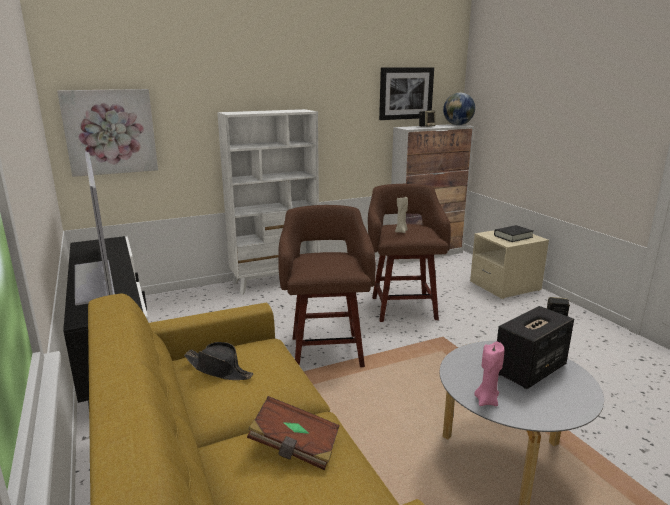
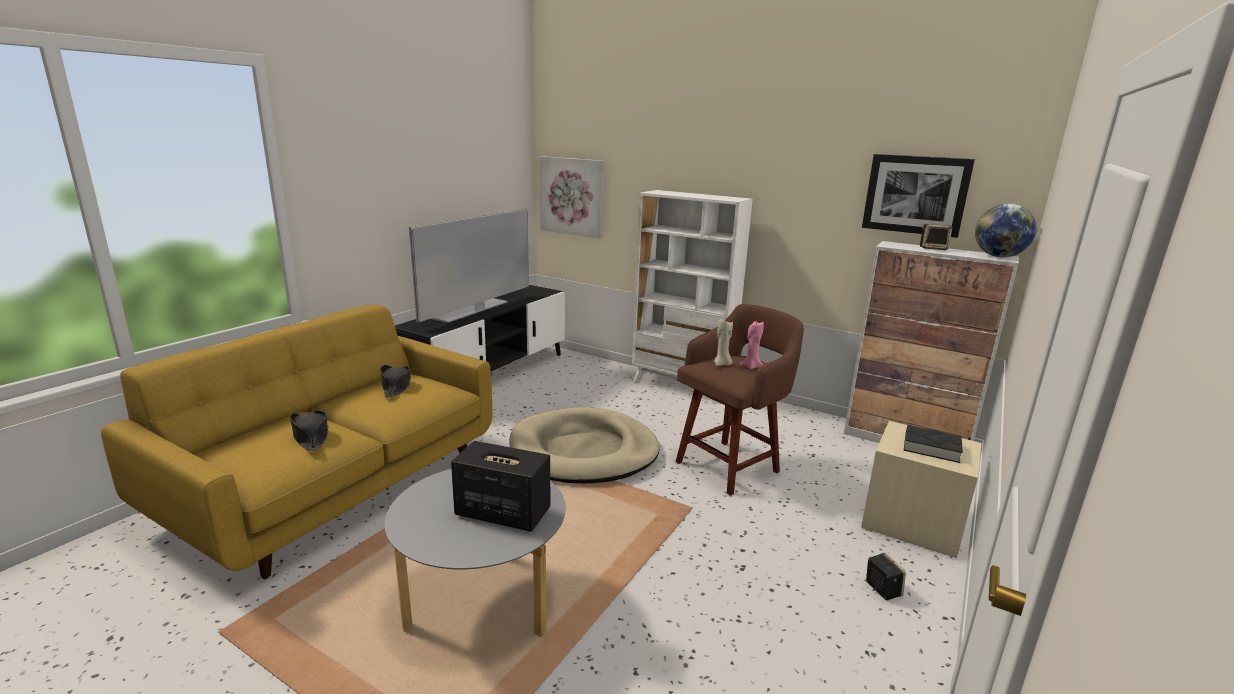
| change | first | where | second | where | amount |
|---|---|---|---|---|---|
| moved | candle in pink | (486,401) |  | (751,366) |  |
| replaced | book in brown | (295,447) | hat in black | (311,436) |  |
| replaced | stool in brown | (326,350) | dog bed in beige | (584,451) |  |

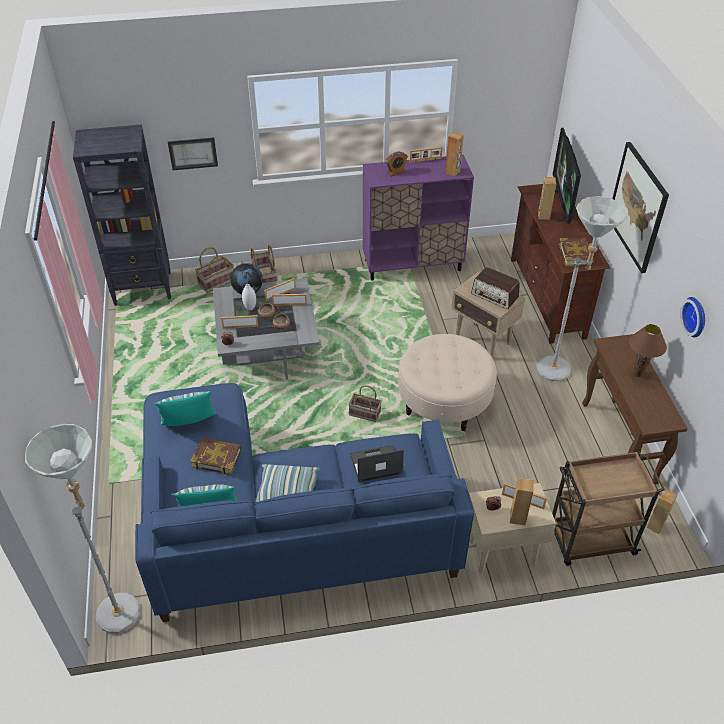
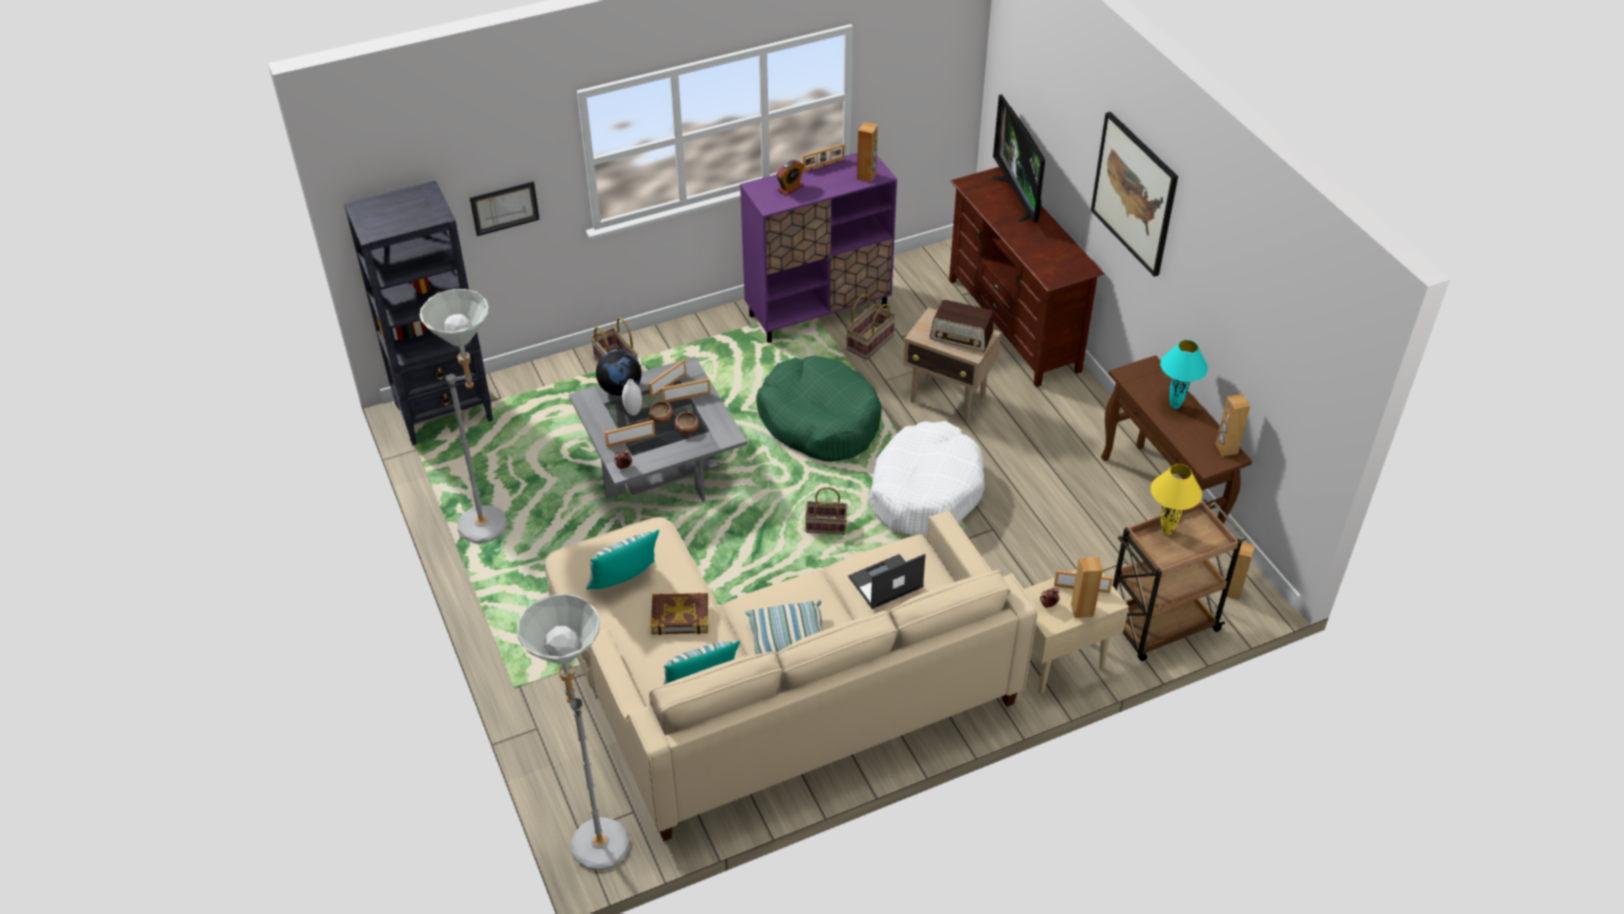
| change | first | where | second | where | amount |
|---|---|---|---|---|---|
| removed | book | (575,255) |  |  |  |
| removed | wall clock | (696,316) |  |  |  |
| added |  |  | dog bed in green | (819,421) |  |
| added |  |  | table lamp in yellow | (1167,532) |  |
| moved | basket | (216,282) |  | (869,342) |  |
| moved | floor lamp in grey | (561,369) |  | (493,523) |  |
| moved | speaker in brown | (543,216) |  | (1226,448) |  |
| replaced | ottoman in beige | (444,402) | dog bed in white | (925,491) |  |
| recoloured | sofa in blue | (282,524) | sofa in beige | (770,689) |  |
| recoloured | table lamp in brown | (638,374) | table lamp in turquoise | (1175,406) |  |

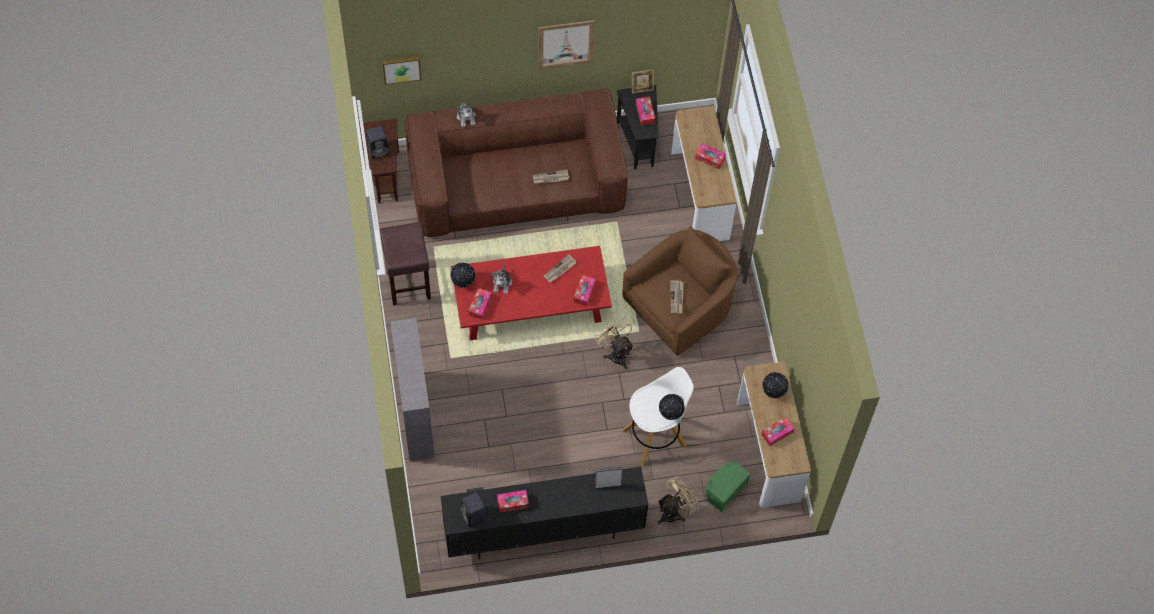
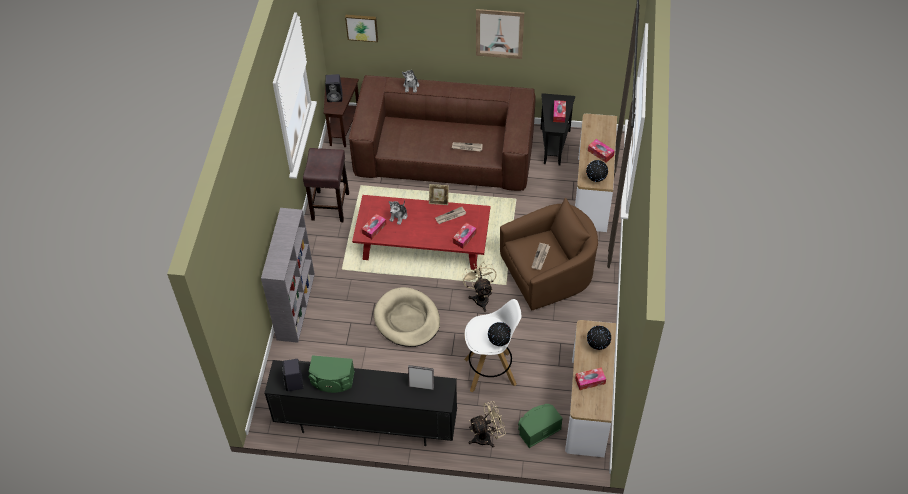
| change | first | where | second | where | amount |
|---|---|---|---|---|---|
| added |  |  | dog bed in beige | (407,319) |  |
| moved | globe | (463,282) |  | (596,180) |  |
| moved | picture frame | (642,88) |  | (439,201) |  |
| replaced | tissue box | (513,503) | speaker in green | (332,380) |  |

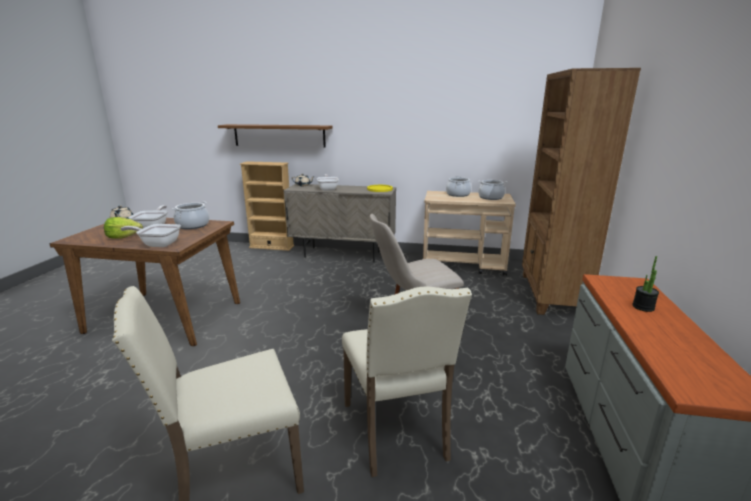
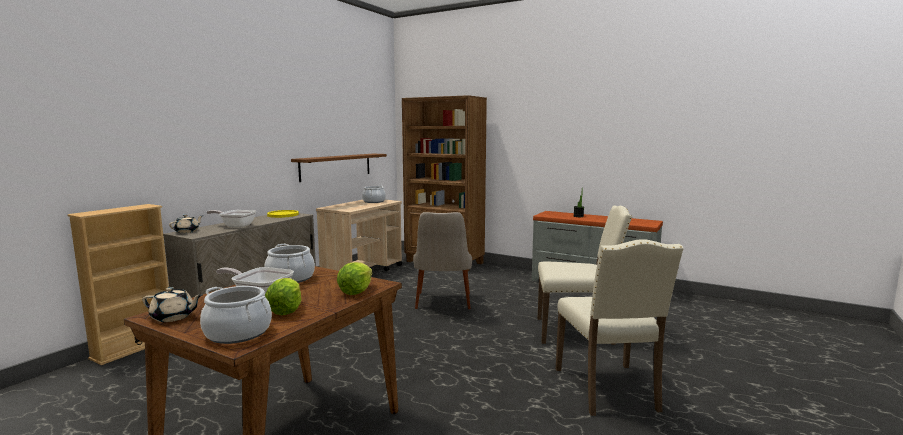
| change | first | where | second | where | amount |
|---|---|---|---|---|---|
| moved | shelf in brown | (279,135) |  | (336,166) |  |
| moved | cooking pot | (458,194) |  | (238,333) |  |
| replaced | frying pan | (158,244) | lettuce | (356,291) |  |

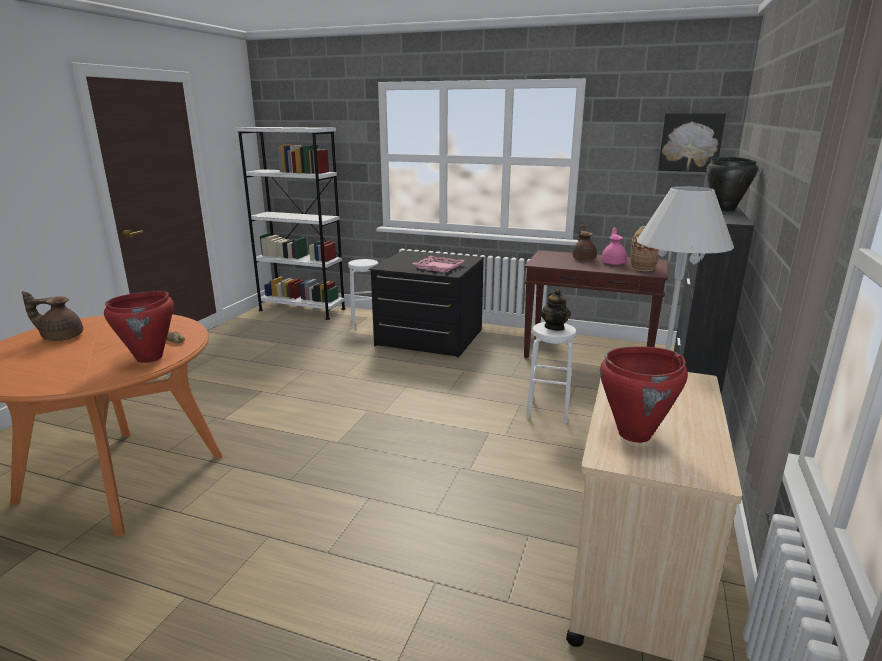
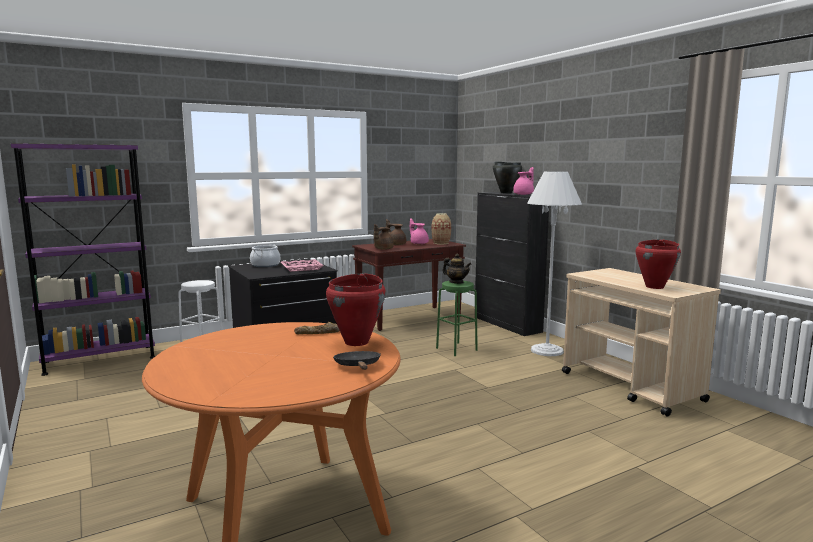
| change | first | where | second | where | amount |
|---|---|---|---|---|---|
| removed | picture | (690,142) |  |  |  |
| added |  |  | cooking pot | (265,265) |  |
| added |  |  | frying pan in black | (358,366) |  |
| added |  |  | teapot in pink | (524,194) |  |
| moved | teapot in brown | (61,337) |  | (382,249) |  |
| recoloured | bookcase in white | (302,309) | bookcase in purple | (100,359) |  |
| recoloured | stool in white | (548,411) | stool in green | (456,349) |  |

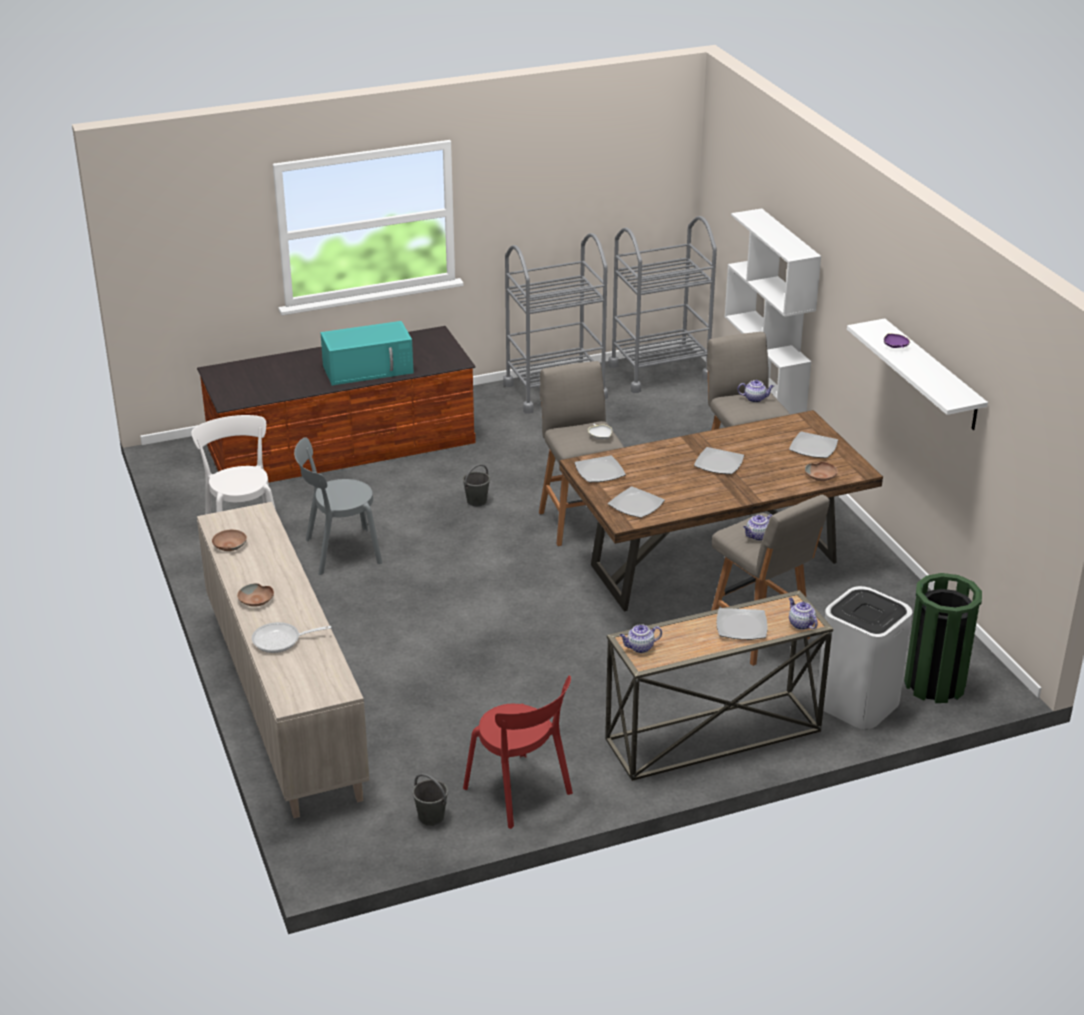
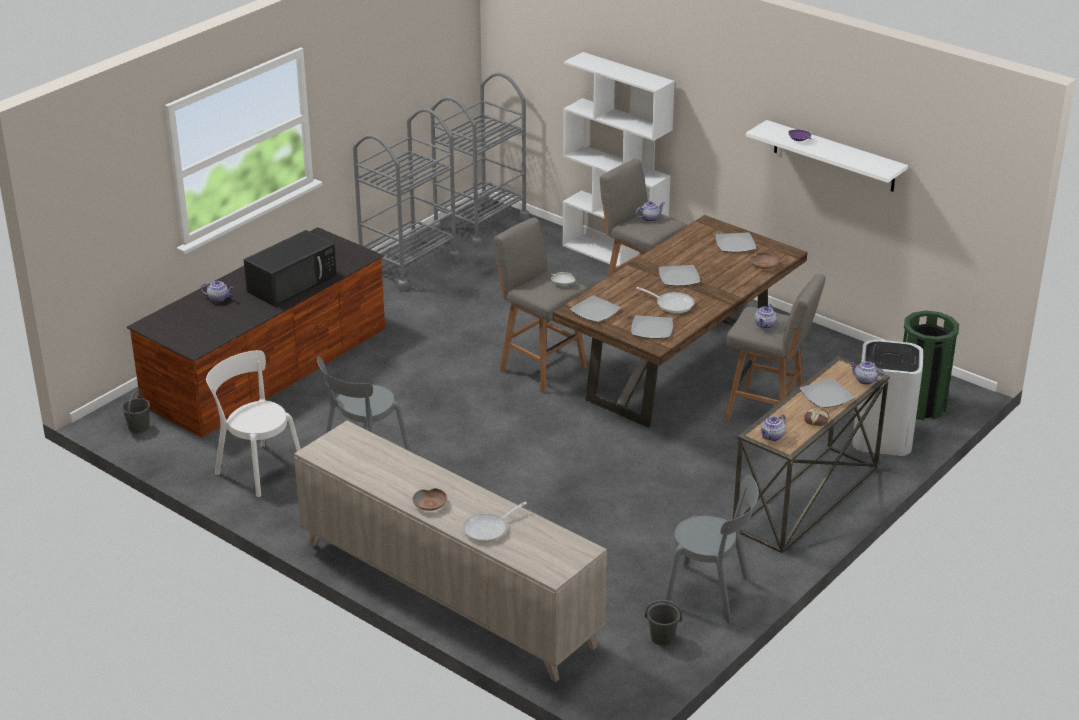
| change | first | where | second | where | amount |
|---|---|---|---|---|---|
| removed | bowl in brown | (229,545) |  |  |  |
| added |  |  | teapot | (219,298) |  |
| added |  |  | frying pan | (672,304) |  |
| added |  |  | bread | (817,420) |  |
| moved | bucket in grey | (476,501) |  | (138,428) |  |
| recoloured | microwave in turquoise | (369,369) | microwave in black | (292,283) |  |
| recoloured | chair in red | (520,793) | chair in grey | (711,594) |  |

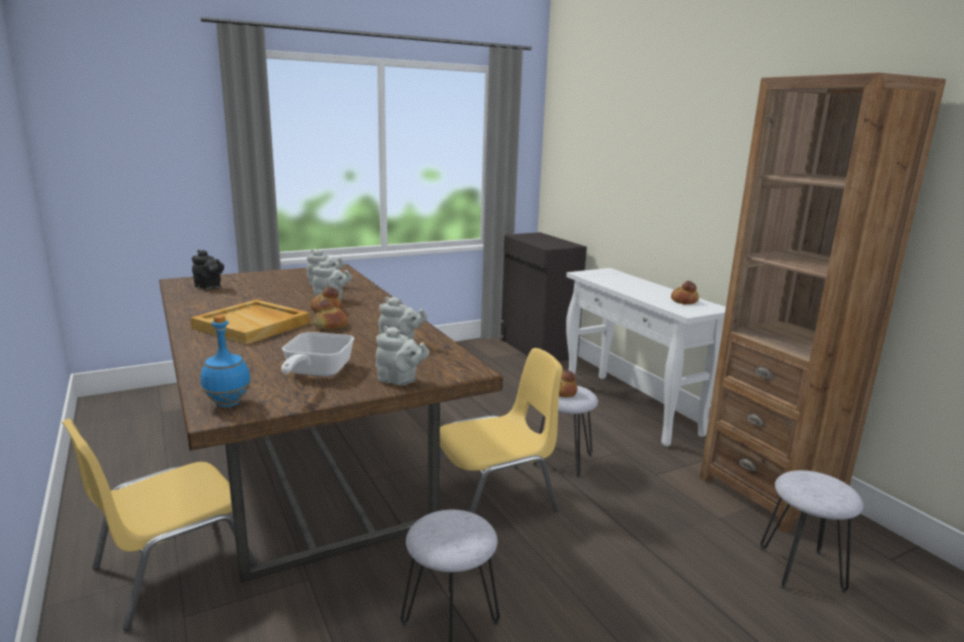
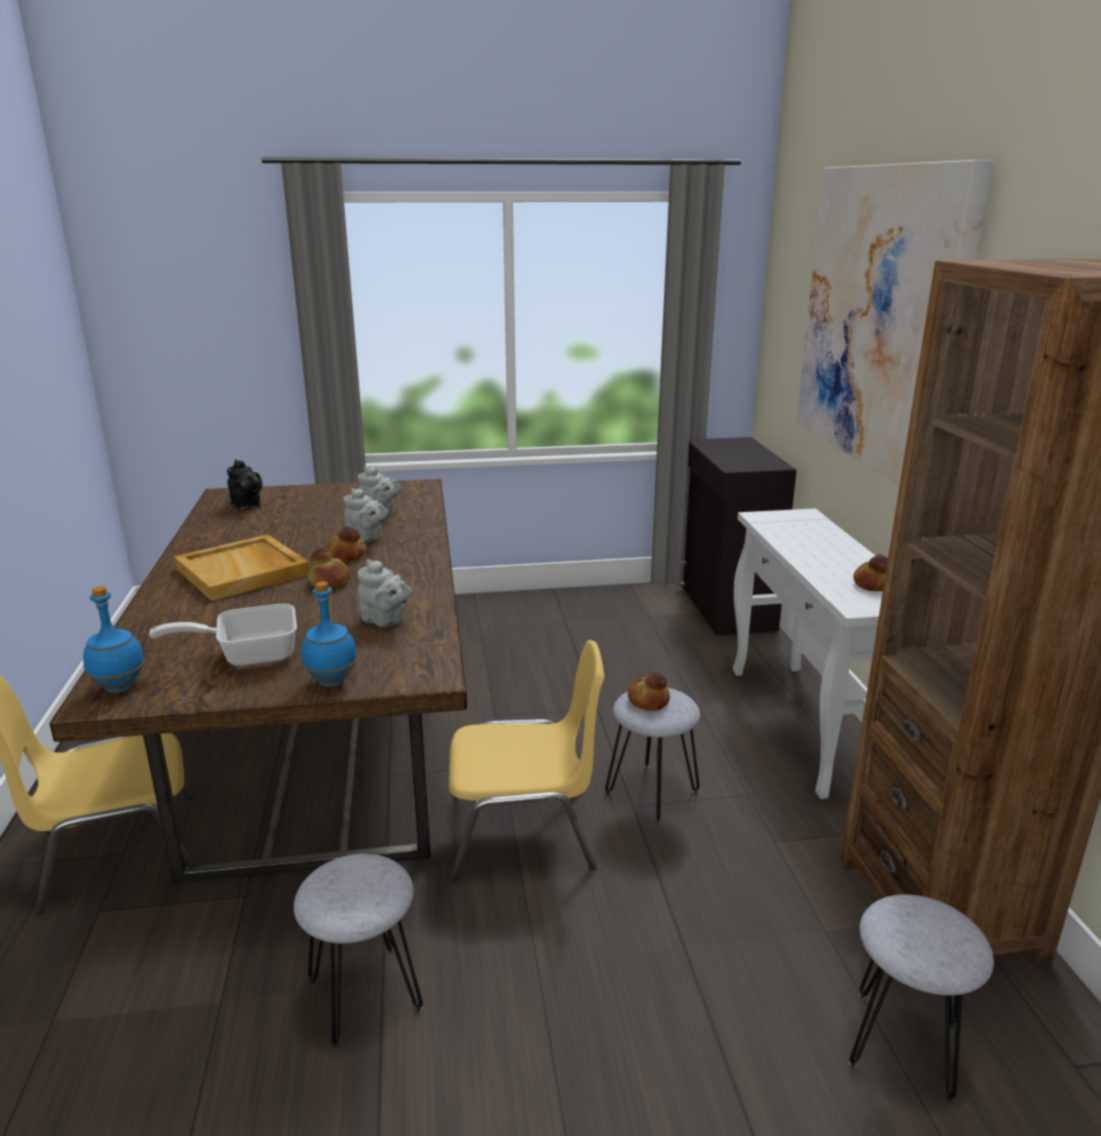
| change | first | where | second | where | amount |
|---|---|---|---|---|---|
| added |  |  | picture | (884,317) |  |
| replaced | teapot in grey | (399,380) | bottle in blue | (331,681) |  |
| turned | frying pan | (315,373) |  | (248,654) | 45 degrees clockwise |

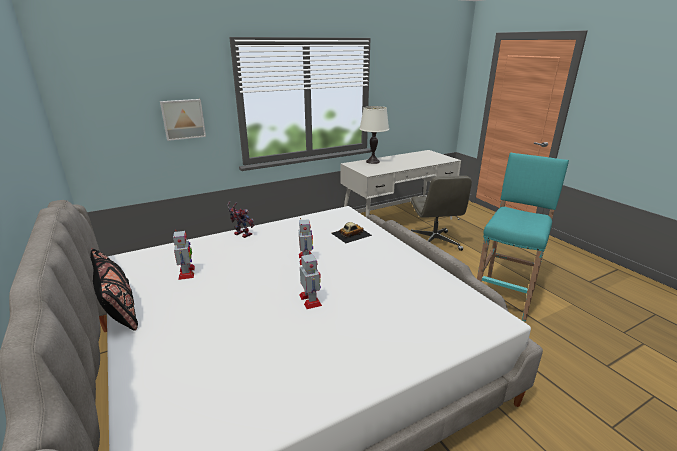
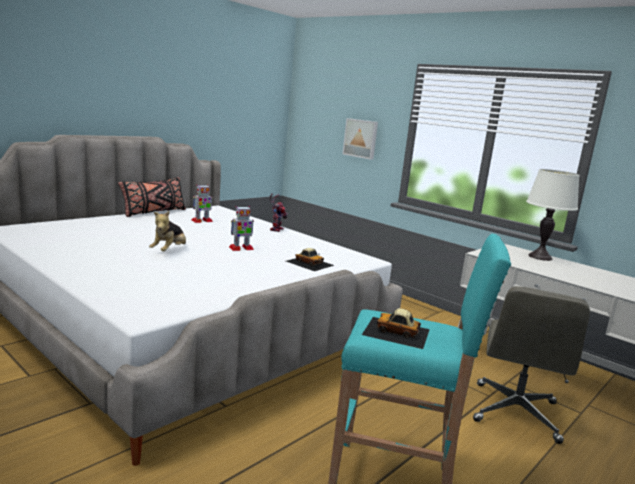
| change | first | where | second | where | amount |
|---|---|---|---|---|---|
| added |  |  | toy car | (396,332) |  |
| replaced | toy robot | (310,300) | plush toy | (169,251) |  |
| turned | office chair in grey | (434,242) |  | (516,412) | 45 degrees counterclockwise |

